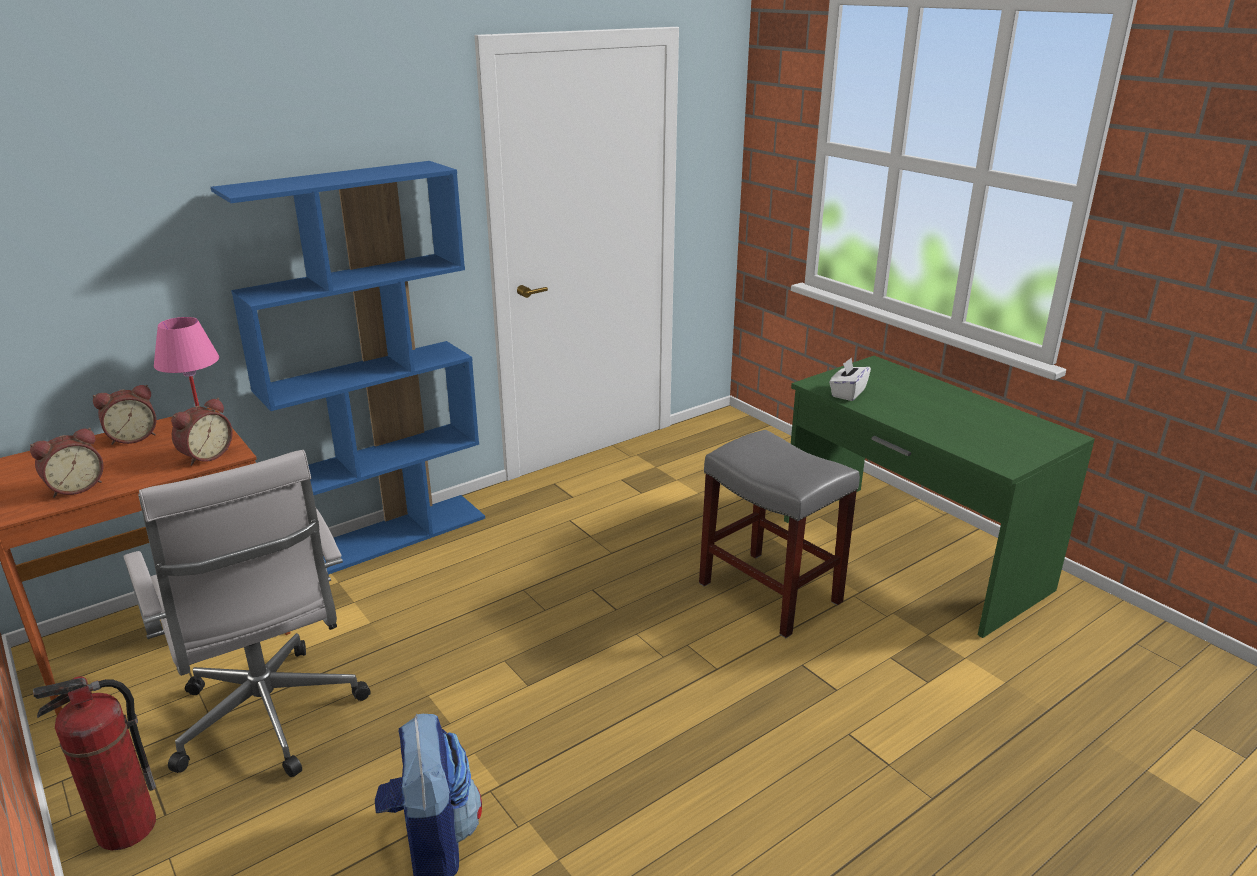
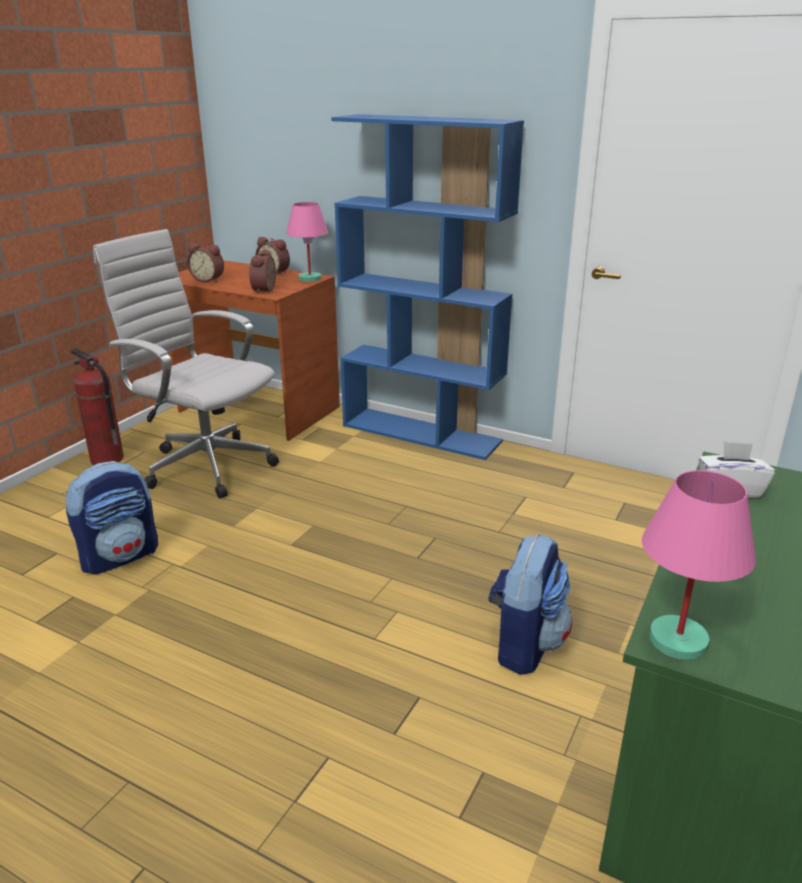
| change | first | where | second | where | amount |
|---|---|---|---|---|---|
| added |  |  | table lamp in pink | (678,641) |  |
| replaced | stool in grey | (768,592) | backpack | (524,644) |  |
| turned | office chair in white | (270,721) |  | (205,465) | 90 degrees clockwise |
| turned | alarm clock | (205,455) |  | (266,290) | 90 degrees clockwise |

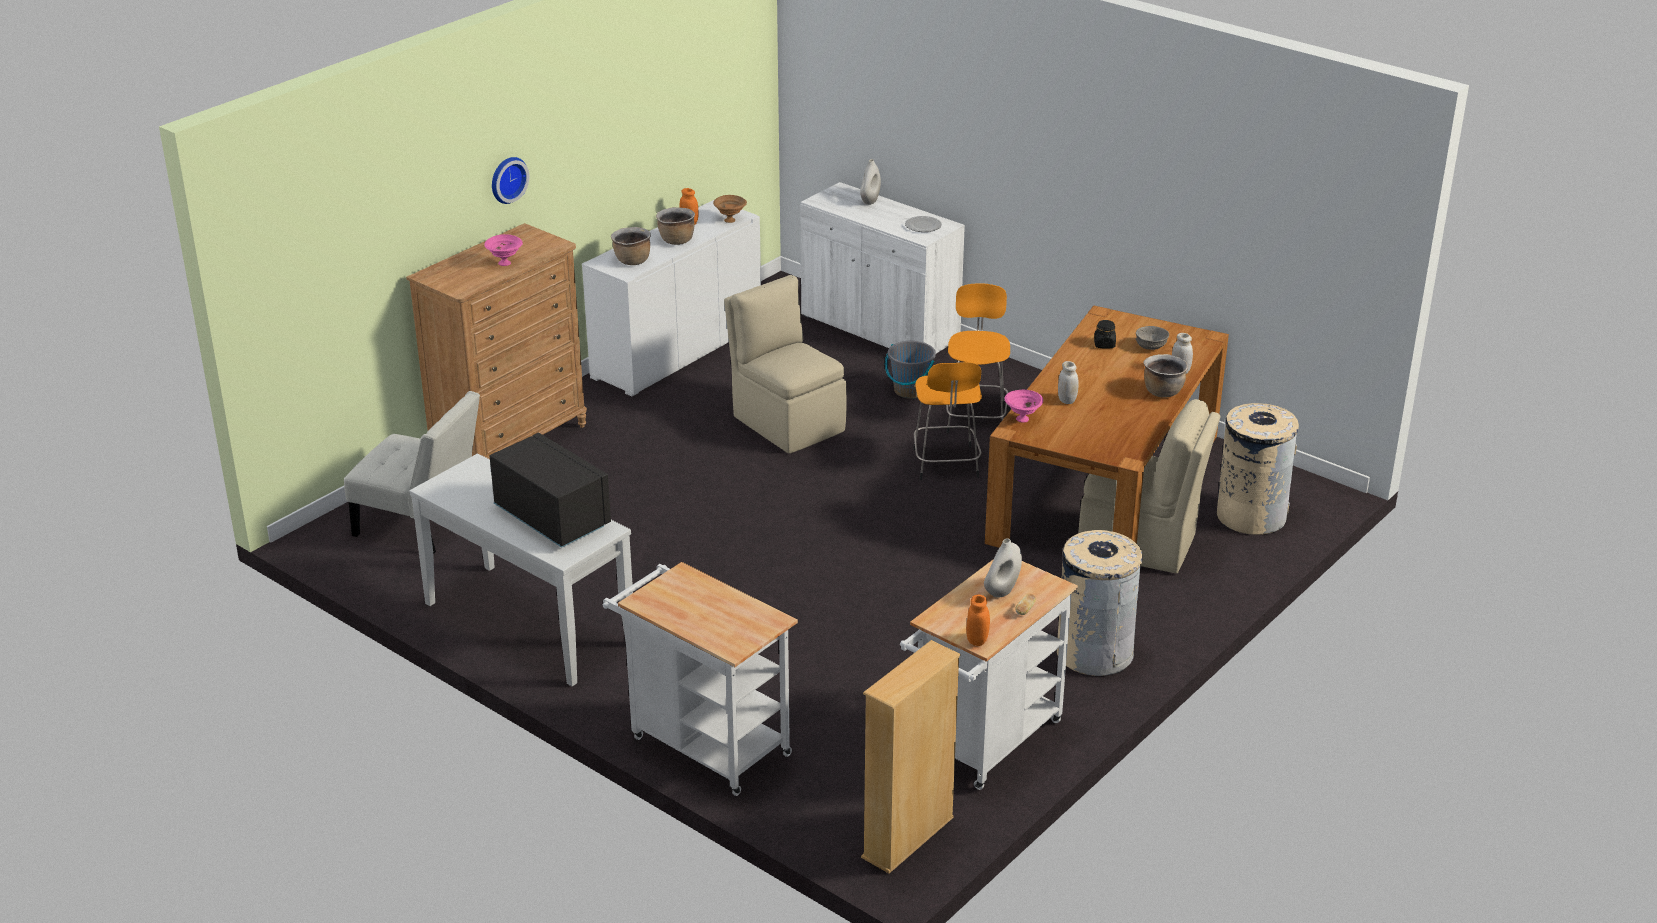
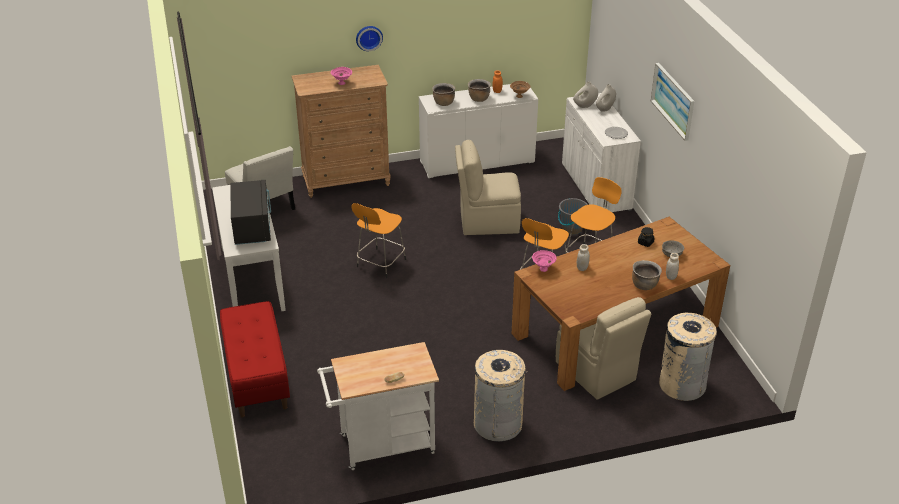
| change | first | where | second | where | amount |
|---|---|---|---|---|---|
| removed | bookcase in beige | (908,838) |  |  |  |
| removed | jar in orange | (977,640) |  |  |  |
| added |  |  | stool in orange | (380,264) |  |
| added |  |  | picture | (673,100) |  |
| moved | vase in white | (1002,591) |  | (584,106) |  |
| replaced | cart in white | (703,743) | bench in red | (256,377) |  |
| turned | chair in beige | (787,422) |  | (487,222) | 90 degrees counterclockwise |

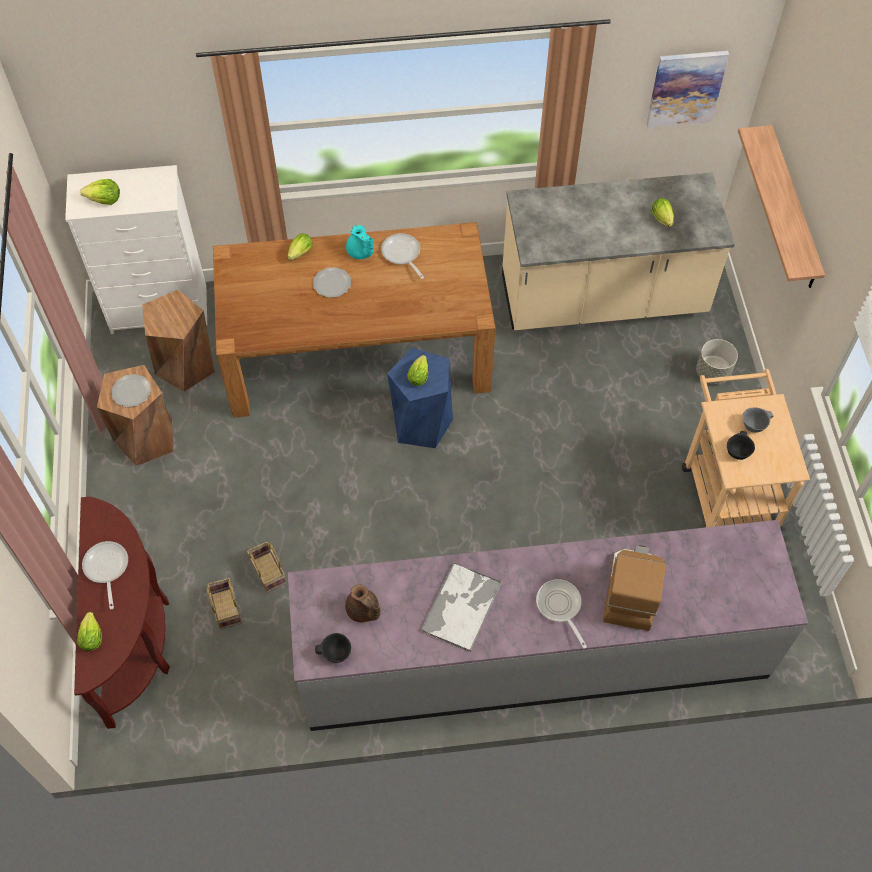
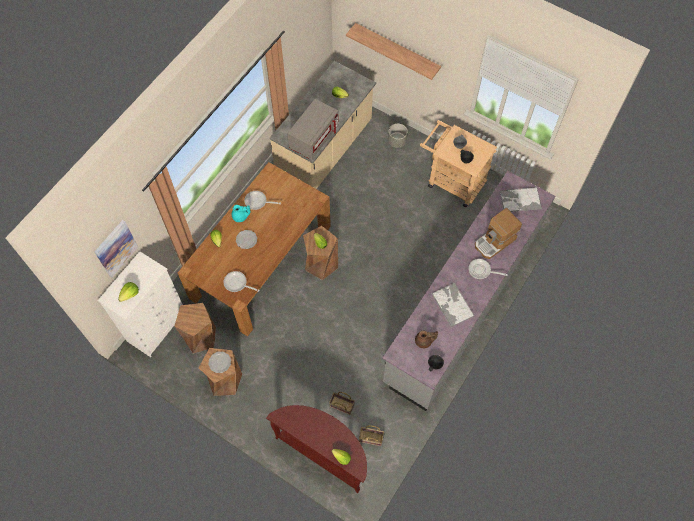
| change | first | where | second | where | amount |
|---|---|---|---|---|---|
| added |  |  | microwave in grey | (313,137) |  |
| added |  |  | tray | (520,200) |  |
| moved | frying pan | (106,569) |  | (237,283) |  |
| moved | basket | (267,572) |  | (370,438) |  |
| moved | picture | (685,88) |  | (115,248) |  |
| recoloured | stool in blue | (421,423) | stool in brown | (321,264) |  |
| turned | coffee machine | (630,591) |  | (495,242) | 90 degrees counterclockwise |

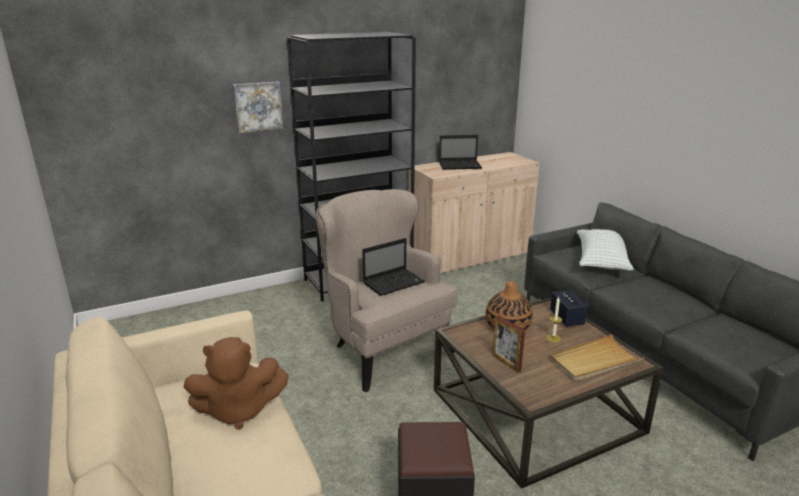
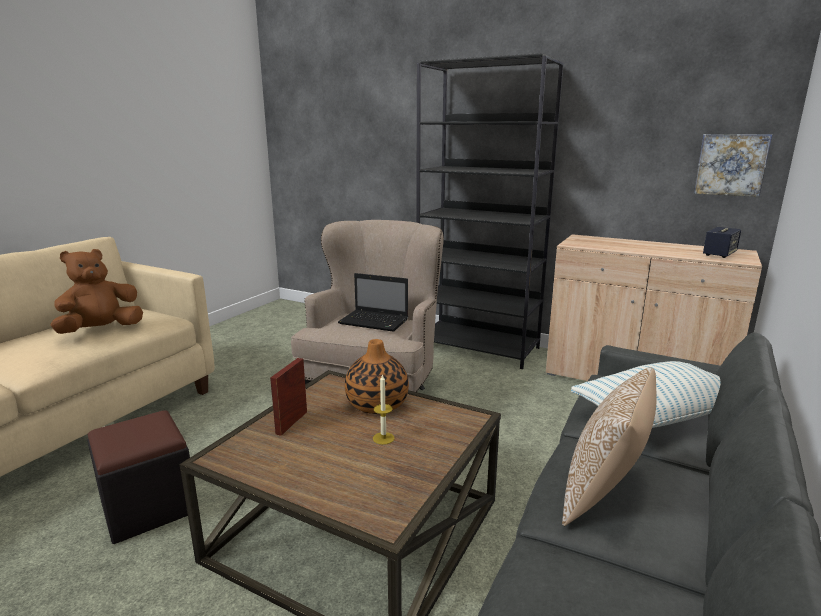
| change | first | where | second | where | amount |
|---|---|---|---|---|---|
| removed | laptop | (460,166) |  |  |  |
| removed | tray in beige | (594,361) |  |  |  |
| added |  |  | pillow | (604,495) |  |
| moved | picture | (257,106) |  | (731,164) |  |
| moved | speaker | (566,318) |  | (719,254) |  |
| turned | plush toy in brown | (238,411) |  | (101,330) | 90 degrees clockwise |

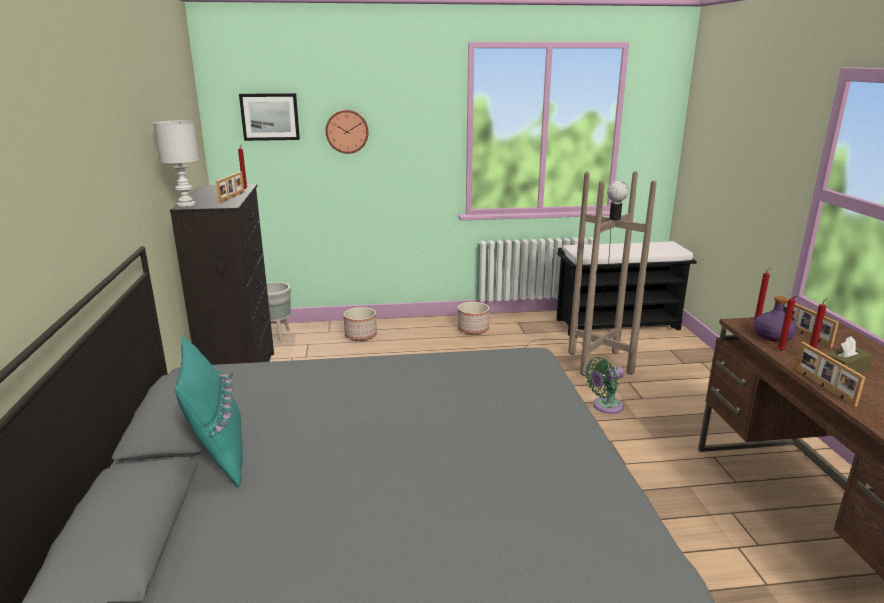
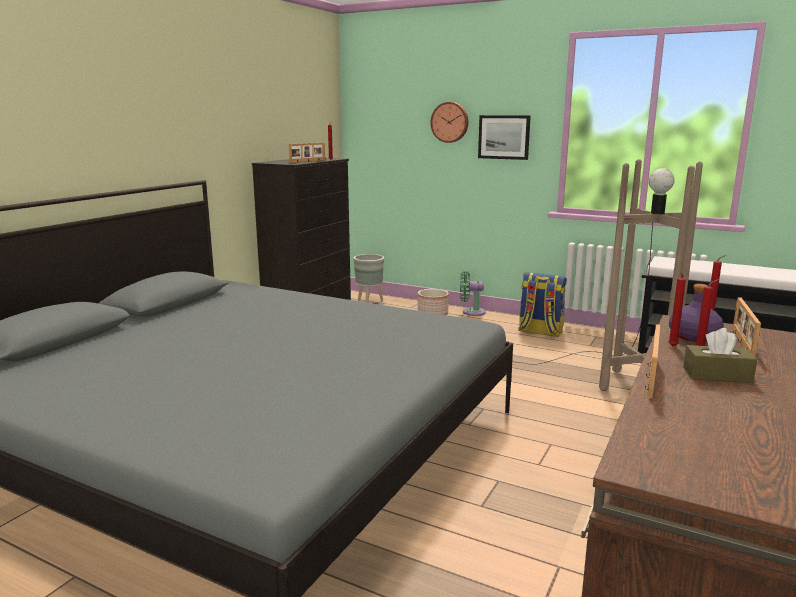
| change | first | where | second | where | amount |
|---|---|---|---|---|---|
| removed | table lamp in white | (186,204) |  |  |  |
| removed | pillow in turquoise | (218,455) |  |  |  |
| moved | picture | (270,117) |  | (504,137) |  |
| moved | fan in green | (605,406) |  | (471,312) |  |
| replaced | planter | (473,329) | backpack | (540,332) |  |

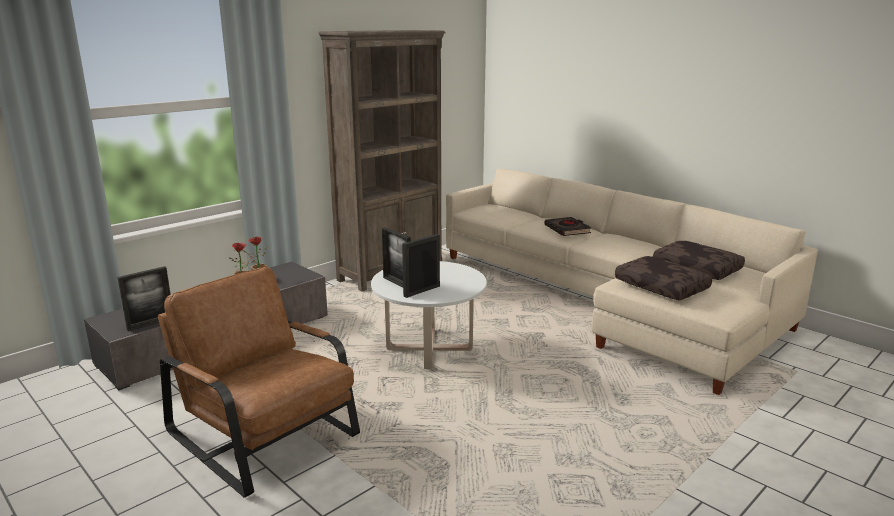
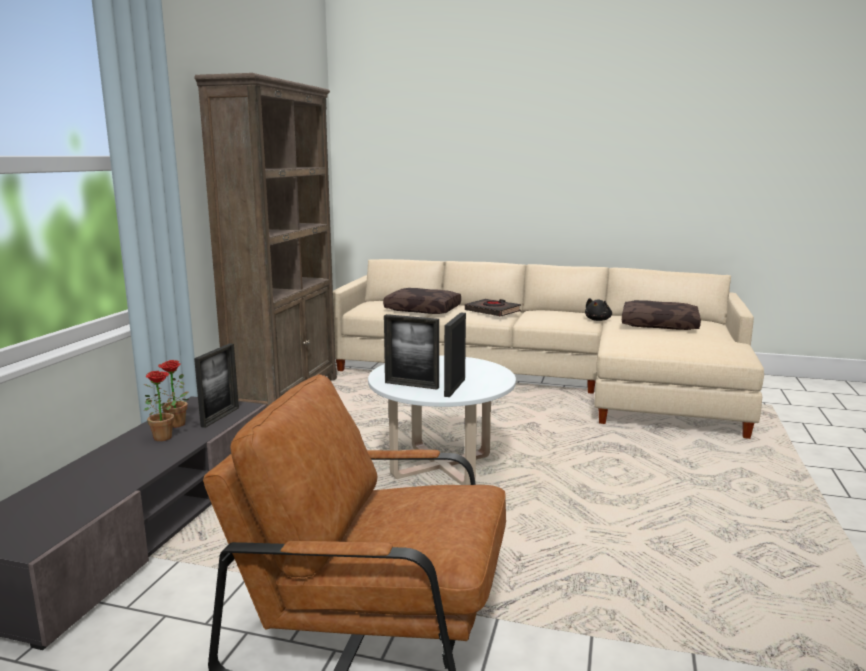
| change | first | where | second | where | amount |
|---|---|---|---|---|---|
| added |  |  | plush toy in black | (598,320) |  |
| moved | picture frame | (151,324) |  | (220,417) |  |
| moved | pillow in brown | (662,287) |  | (423,309) |  |

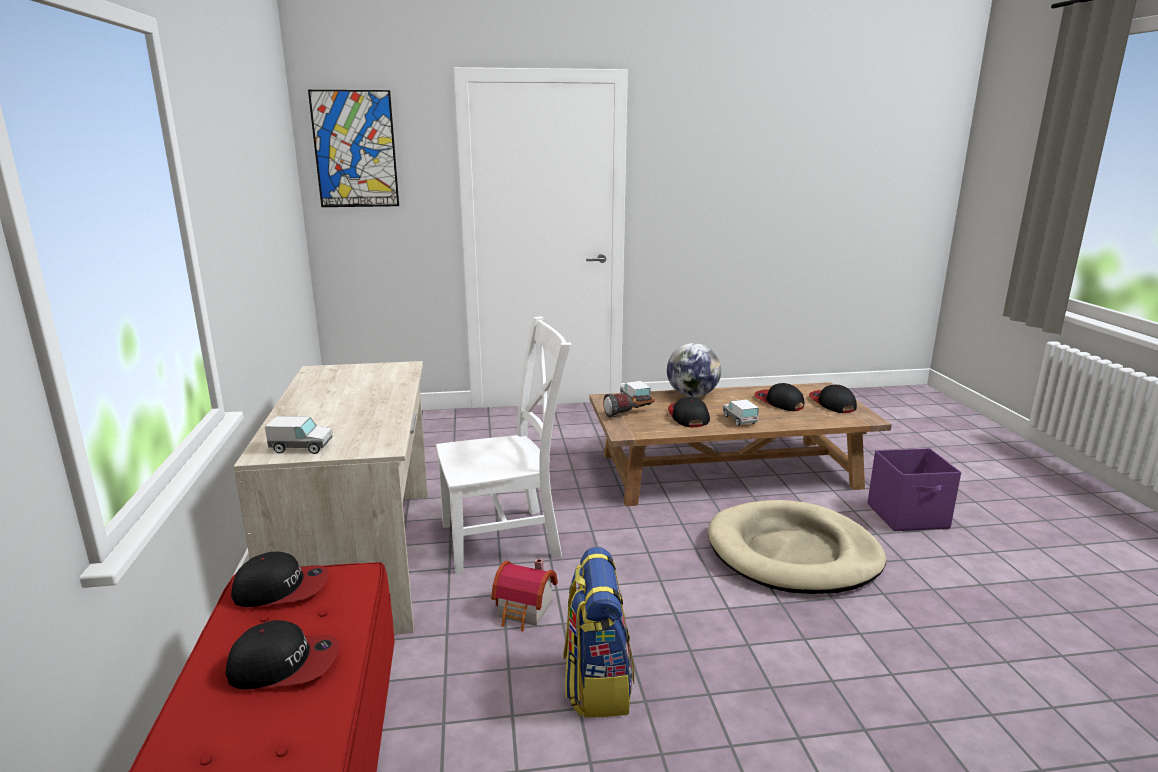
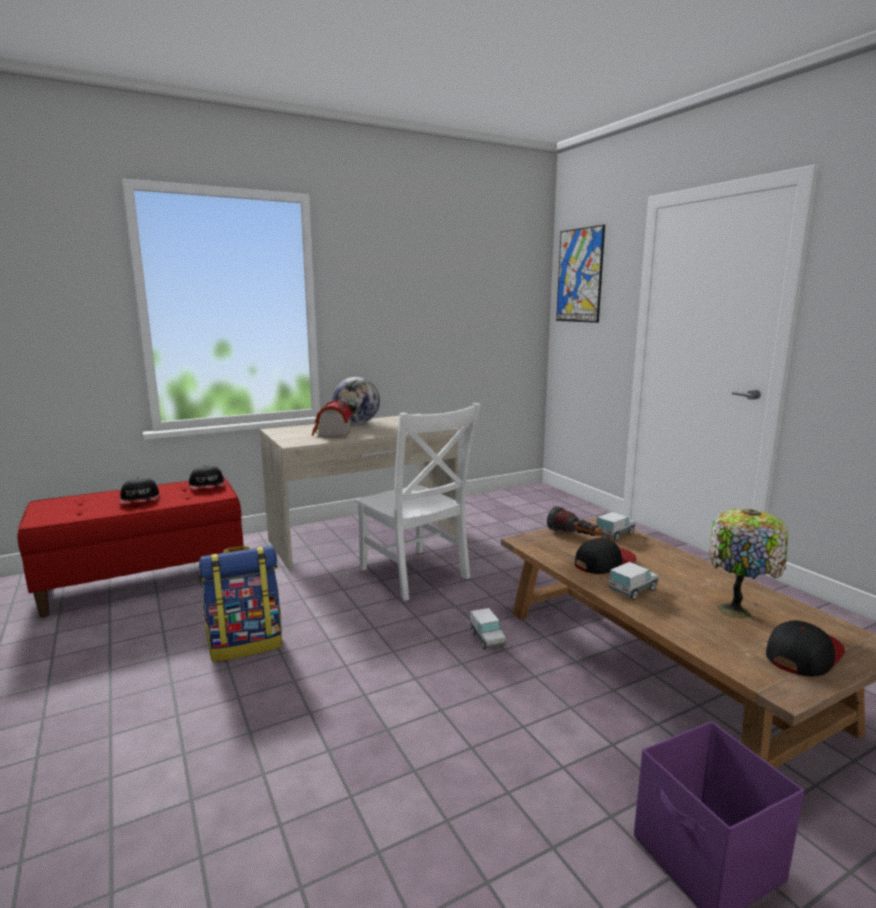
| change | first | where | second | where | amount |
|---|---|---|---|---|---|
| removed | dog bed in beige | (793,553) |  |  |  |
| moved | toy truck | (301,447) |  | (487,639) |  |
| moved | toy house | (525,611) |  | (332,434) |  |
| moved | globe | (692,395) |  | (357,423) |  |
| replaced | cap | (779,402) | table lamp | (737,611) |  |

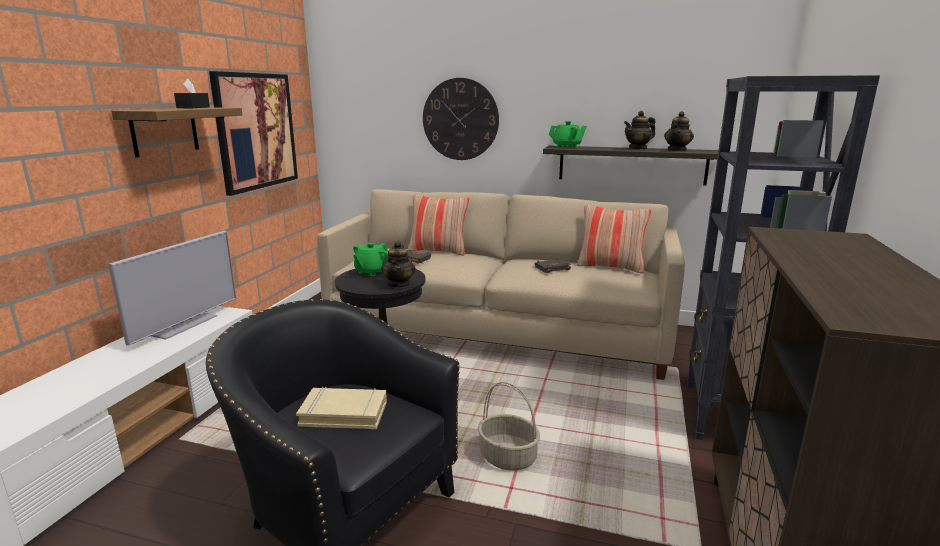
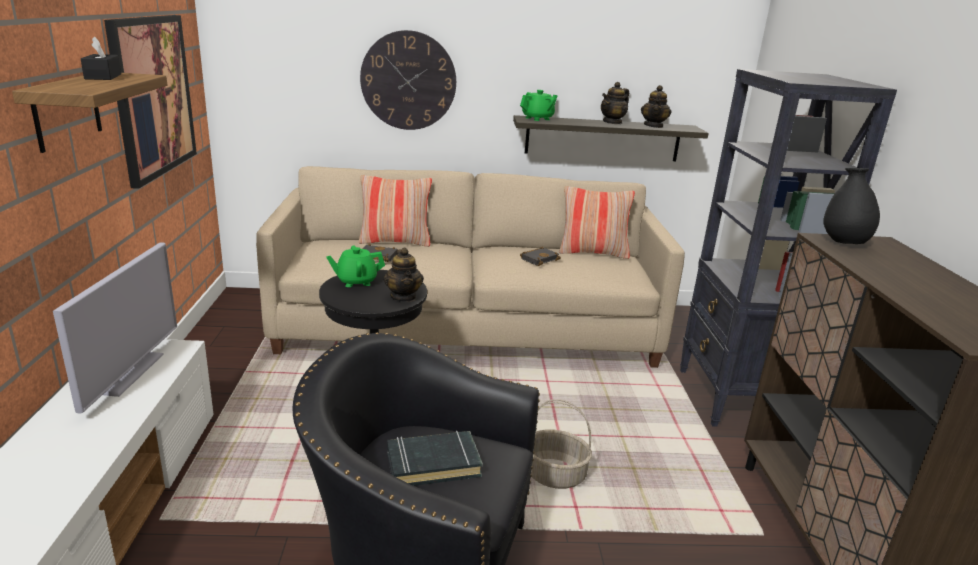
| change | first | where | second | where | amount |
|---|---|---|---|---|---|
| added |  |  | vase in black | (844,243) |  |
| recoloured | book in beige | (344,413) | book in black | (433,464) |  |
| turned | teapot in green | (371,272) |  | (356,281) | 60 degrees clockwise |

